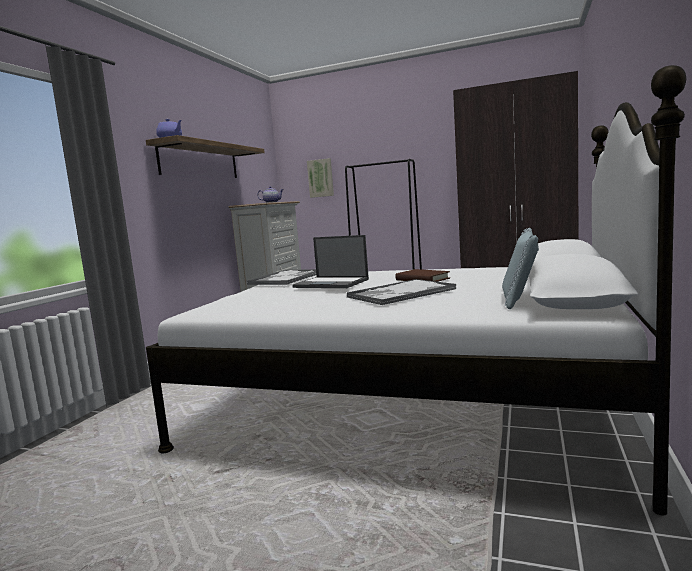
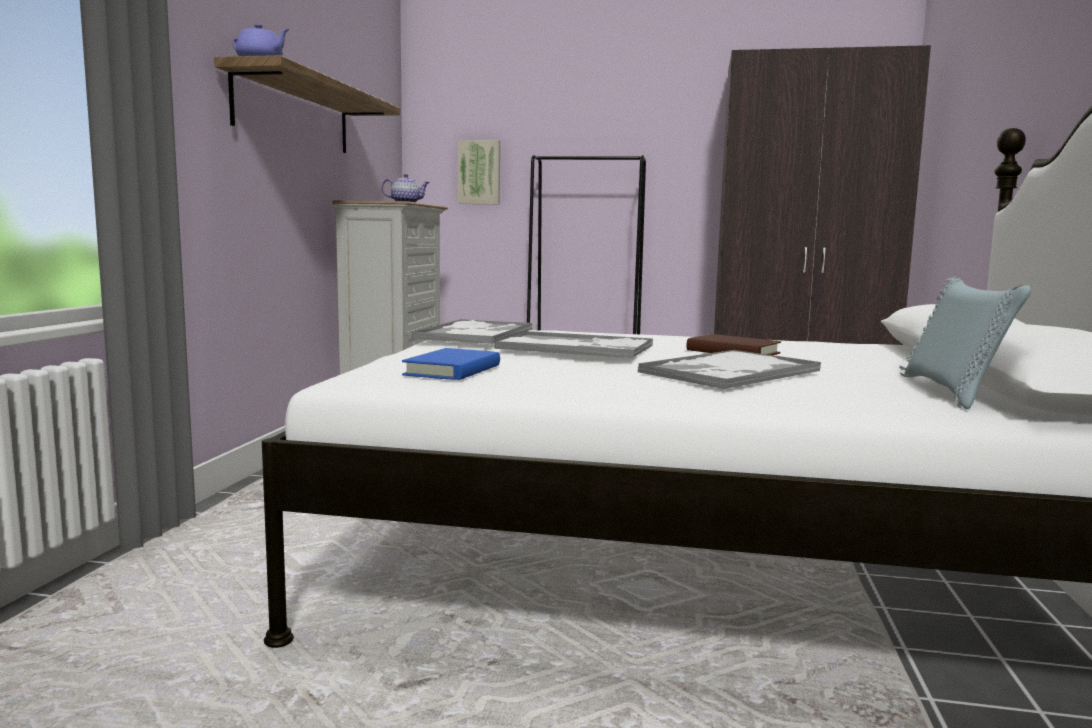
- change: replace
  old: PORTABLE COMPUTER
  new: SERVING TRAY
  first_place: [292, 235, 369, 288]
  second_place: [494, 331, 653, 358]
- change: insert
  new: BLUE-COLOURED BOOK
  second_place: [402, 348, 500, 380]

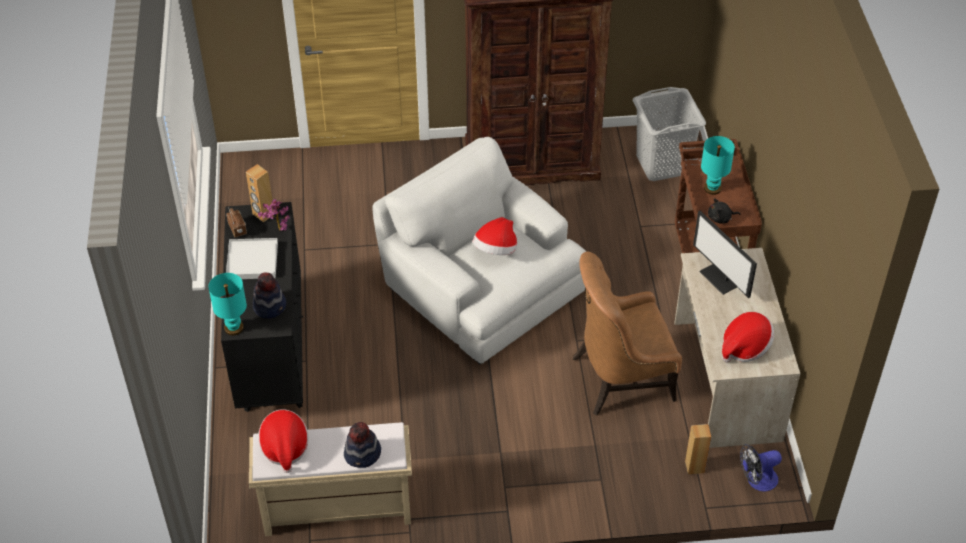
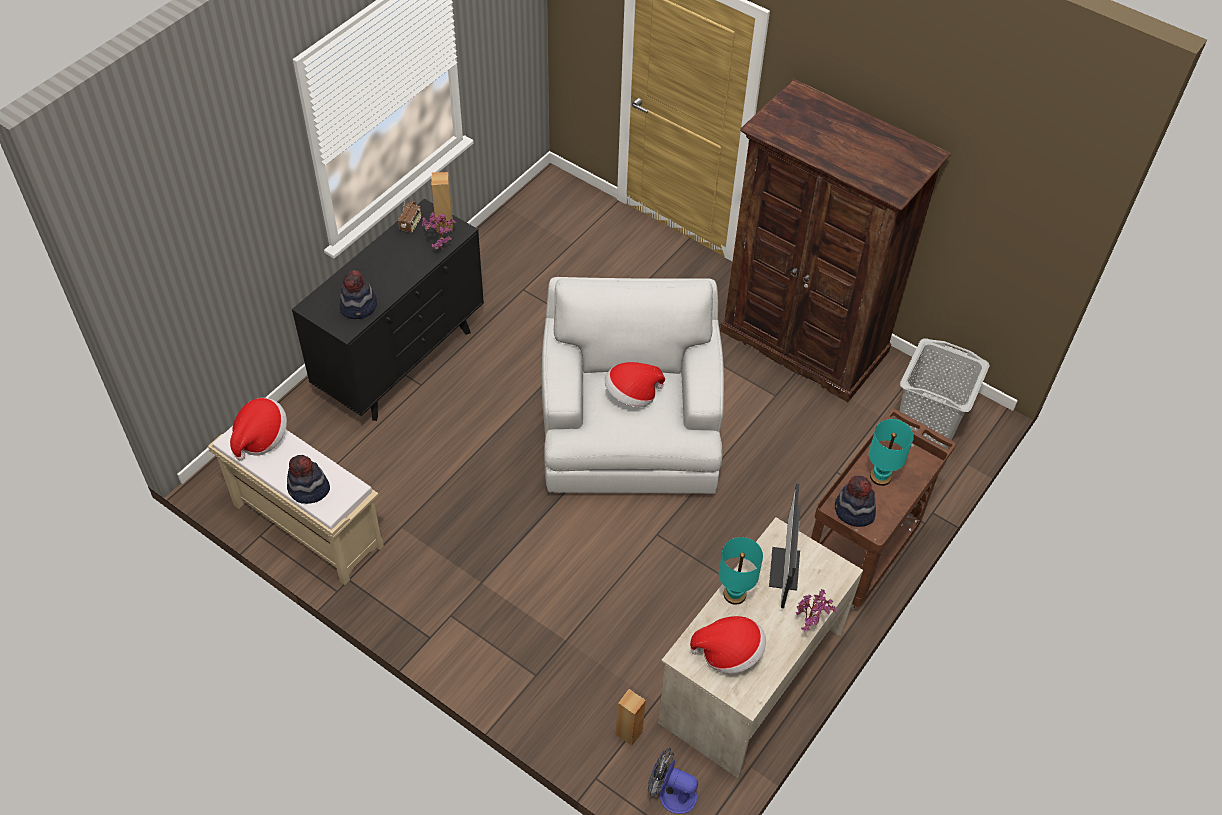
- change: move
  old: TURQUOISE-COLOURED TABLETOP LAMP
  first_place: [208, 273, 247, 335]
  second_place: [719, 537, 763, 605]
- change: delete
  old: WHITE SERVING TRAY
  first_place: [226, 238, 278, 279]
- change: delete
  old: BROWNISH PLAIN CHAIR
  first_place: [573, 252, 682, 416]
- change: replace
  old: BLACKISH SOFT TOY
  new: WEARABLE HAT
  first_place: [708, 198, 740, 223]
  second_place: [835, 476, 876, 527]
- change: insert
  new: HOUSEPLANT
  second_place: [796, 589, 837, 631]

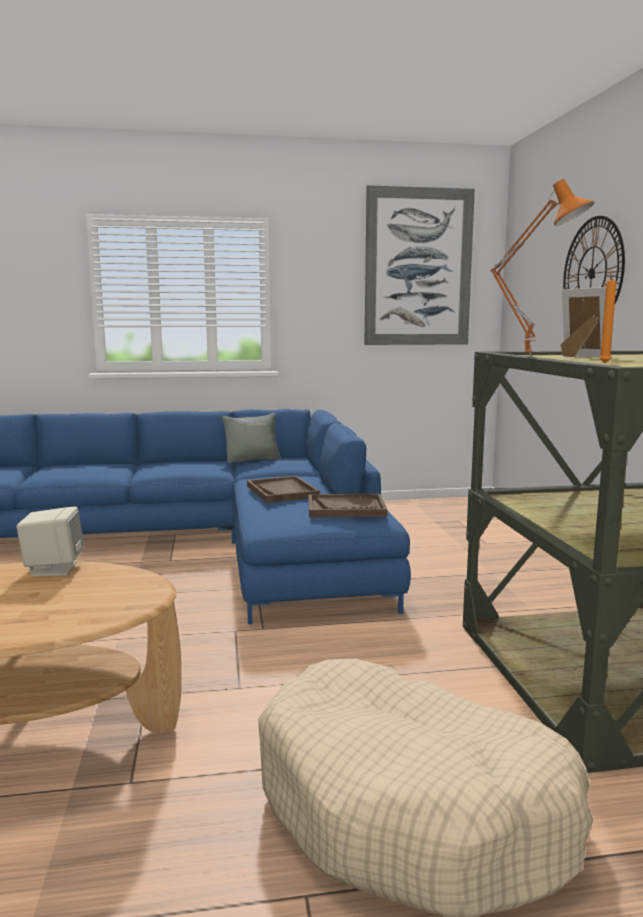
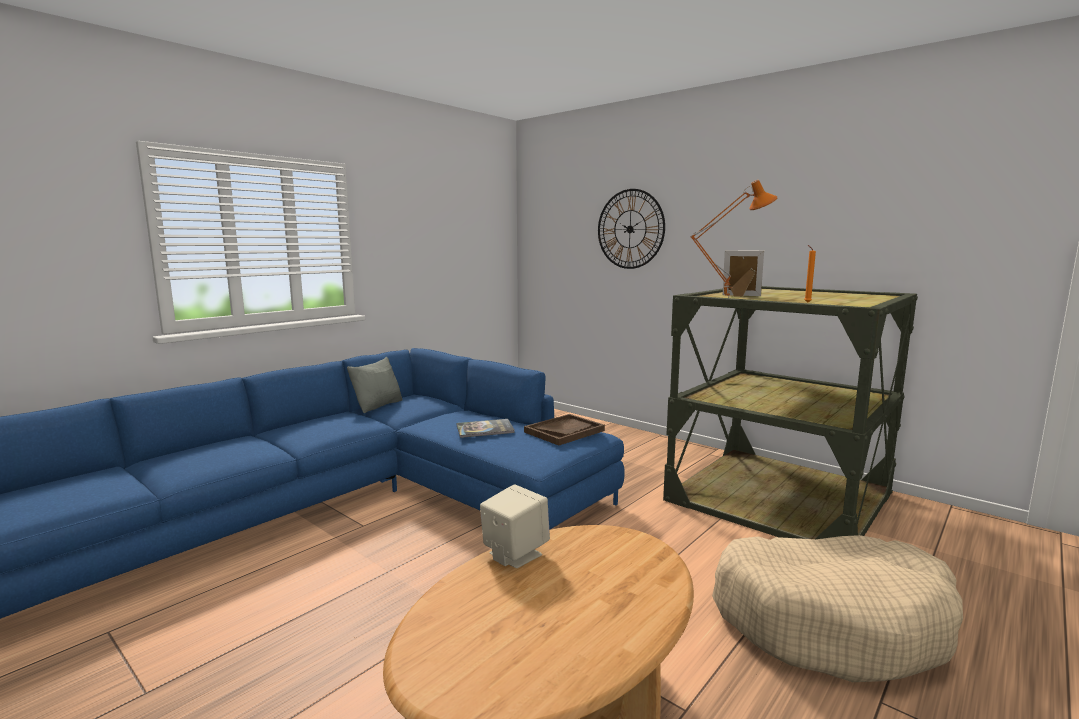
- change: replace
  old: BROWNISH SERVING TRAY
  new: BOOK
  first_place: [247, 476, 320, 503]
  second_place: [456, 419, 515, 438]
- change: delete
  old: PICTURE
  first_place: [364, 185, 475, 345]

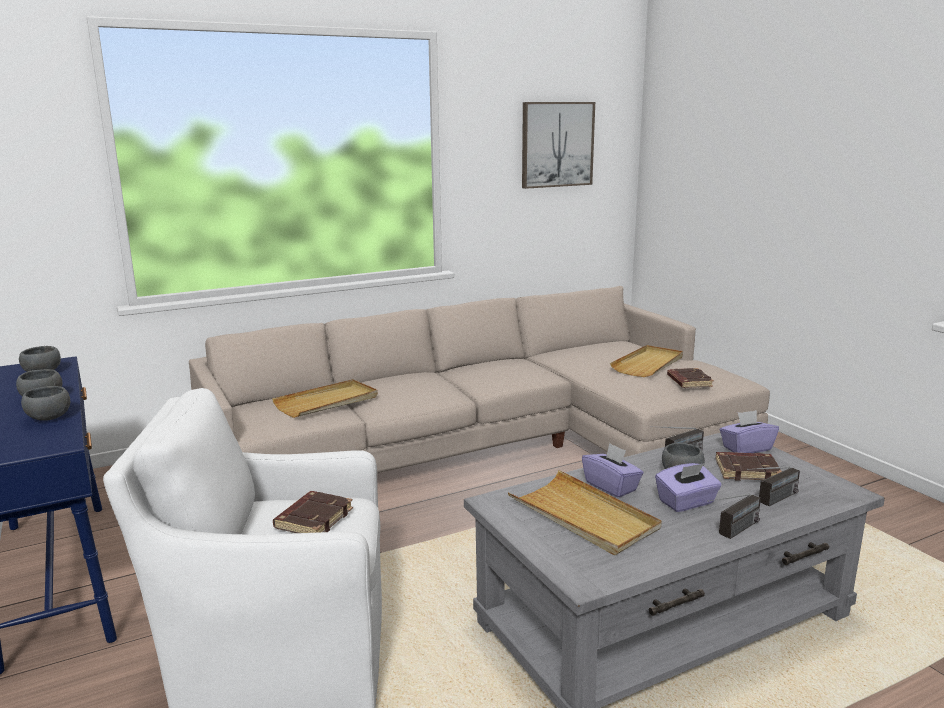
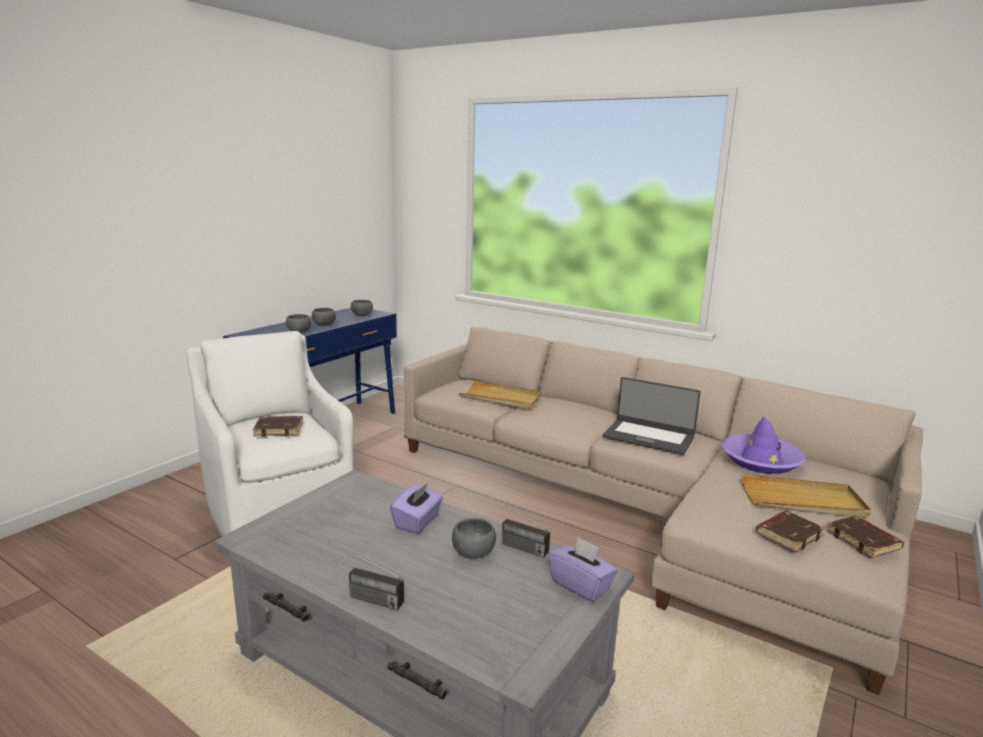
- change: delete
  old: BEIGE-COLOURED SERVING TRAY
  first_place: [508, 470, 662, 555]
- change: delete
  old: PICTURE
  first_place: [522, 102, 595, 189]
- change: delete
  old: PURPLE-COLOURED TISSUE BOX
  first_place: [655, 463, 722, 512]
- change: move
  old: BROWNISH BOOK
  first_place: [716, 452, 782, 481]
  second_place: [826, 516, 904, 558]
- change: delete
  old: RADIO
  first_place: [747, 466, 800, 506]
- change: insert
  new: PORTABLE COMPUTER
  second_place: [603, 377, 701, 455]
- change: insert
  new: PURPLE-COLOURED WEARABLE HAT
  second_place: [721, 417, 806, 474]

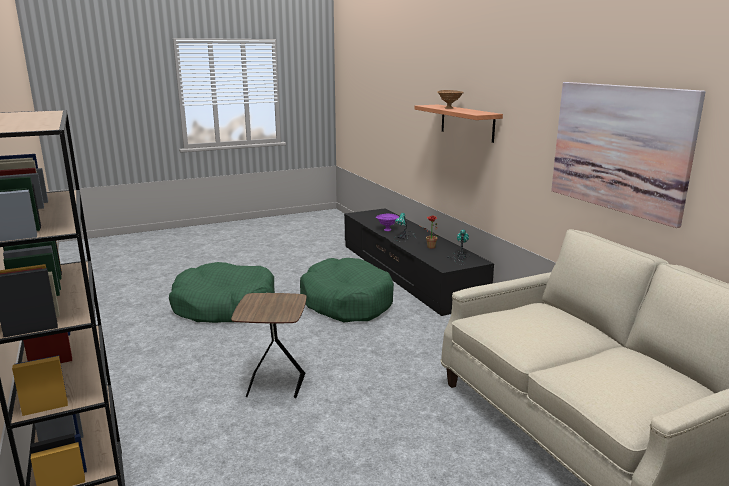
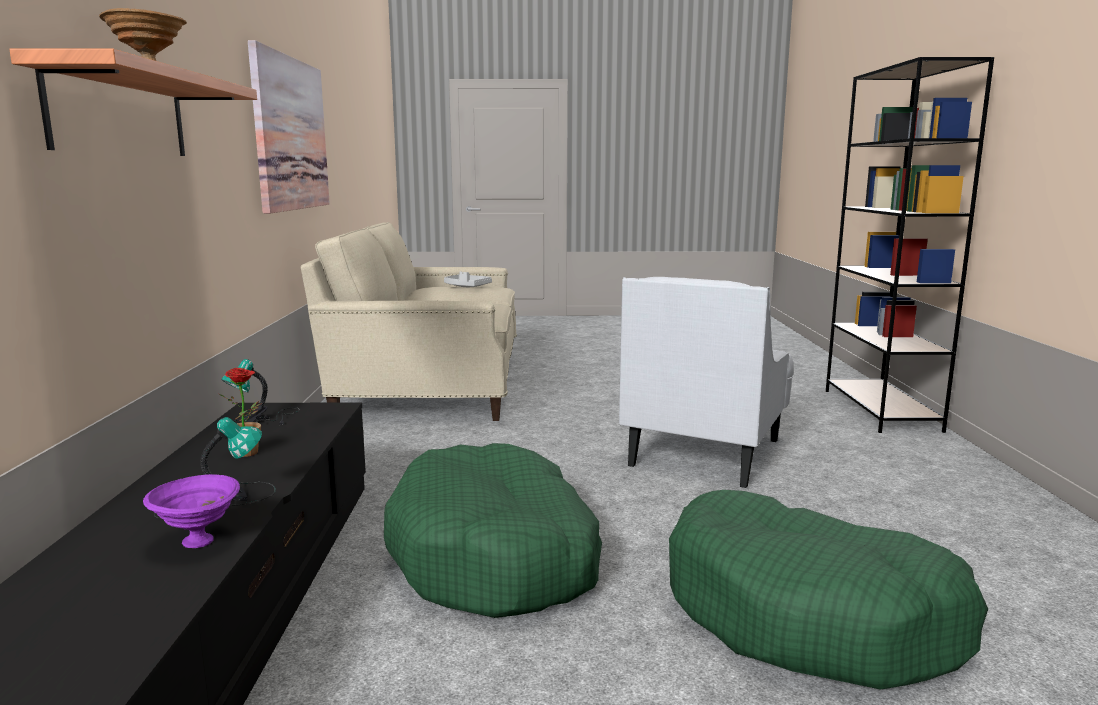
- change: replace
  old: BROWNISH ACCENT TABLE
  new: WHITE LOUNGE CHAIR
  first_place: [231, 293, 306, 398]
  second_place: [619, 277, 794, 488]
- change: insert
  new: GREYISH SERVING TRAY
  second_place: [444, 272, 492, 287]

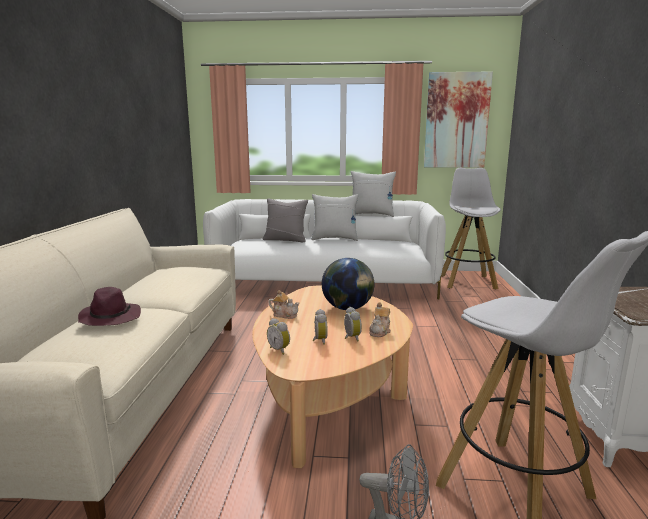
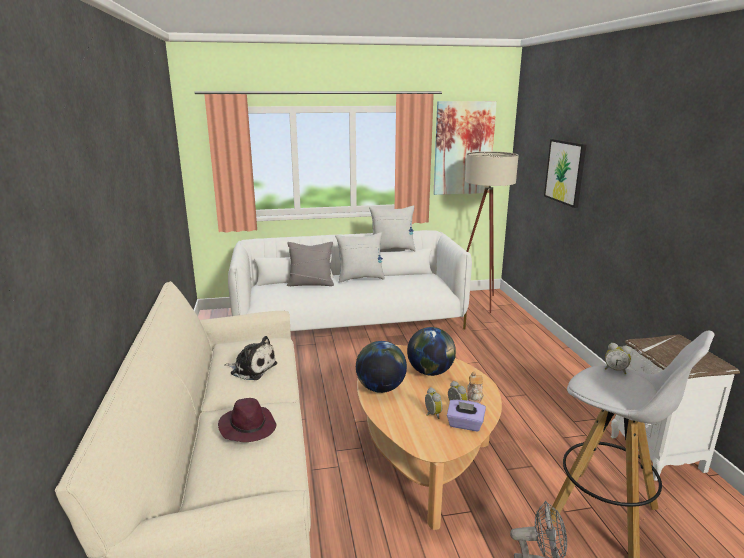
- change: move
  old: TABLE CLOCK
  first_place: [267, 318, 290, 355]
  second_place: [605, 343, 631, 374]
- change: replace
  old: TEAPOT
  new: DESK GLOBE
  first_place: [268, 290, 299, 319]
  second_place: [356, 341, 407, 393]
- change: replace
  old: WHITE STOOL
  new: BEIGE-COLOURED FLOOR LAMP
  first_place: [441, 168, 501, 289]
  second_place: [465, 151, 519, 313]
- change: insert
  new: SOFT TOY
  second_place: [224, 336, 277, 380]
- change: insert
  new: PURPLE-COLOURED TISSUE BOX
  second_place: [447, 400, 486, 431]
- change: insert
  new: PICTURE
  second_place: [544, 139, 586, 208]

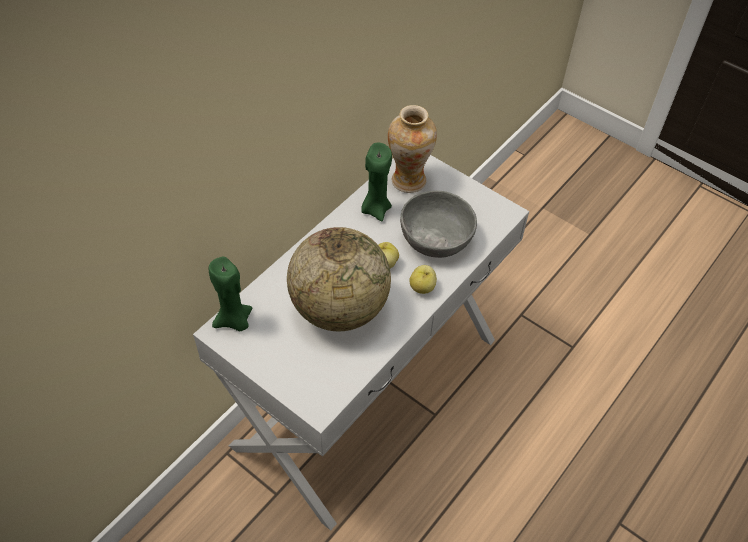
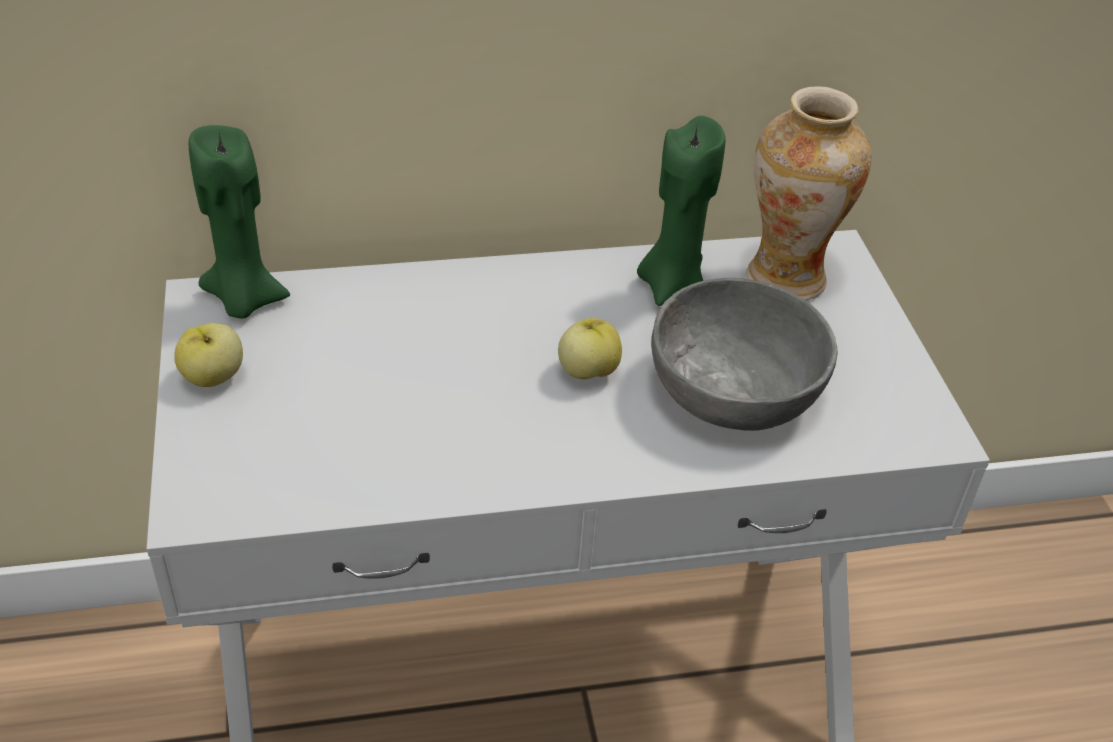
- change: delete
  old: DESK GLOBE
  first_place: [287, 227, 391, 331]
- change: move
  old: APPLE
  first_place: [409, 265, 437, 294]
  second_place: [174, 323, 243, 387]

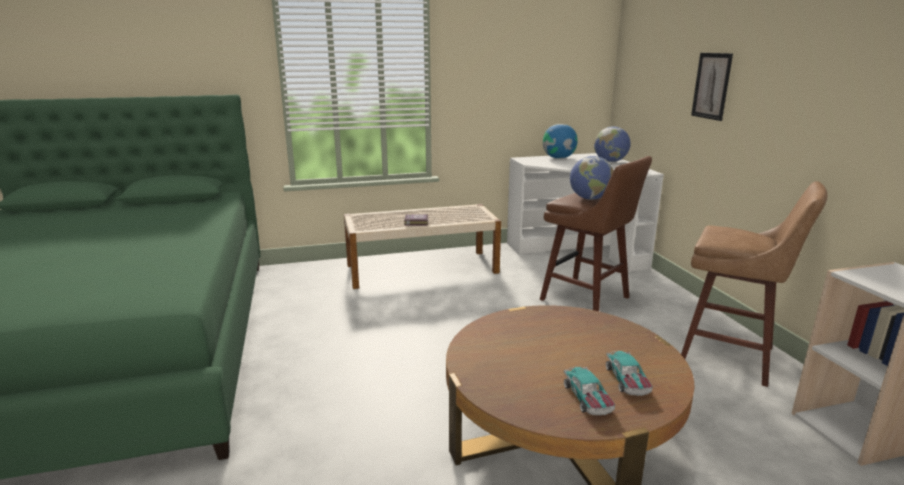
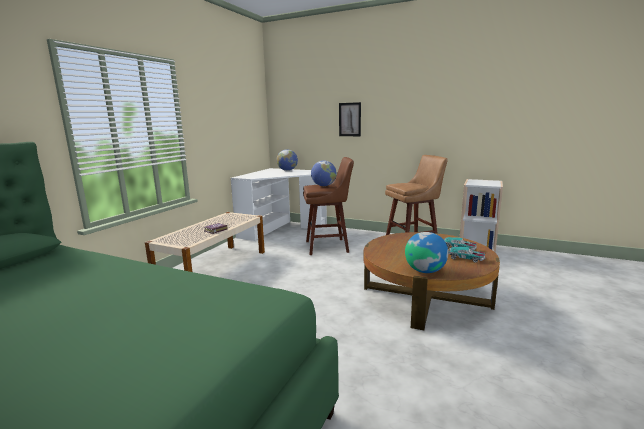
- change: move
  old: DESK GLOBE
  first_place: [543, 124, 578, 159]
  second_place: [405, 232, 448, 273]

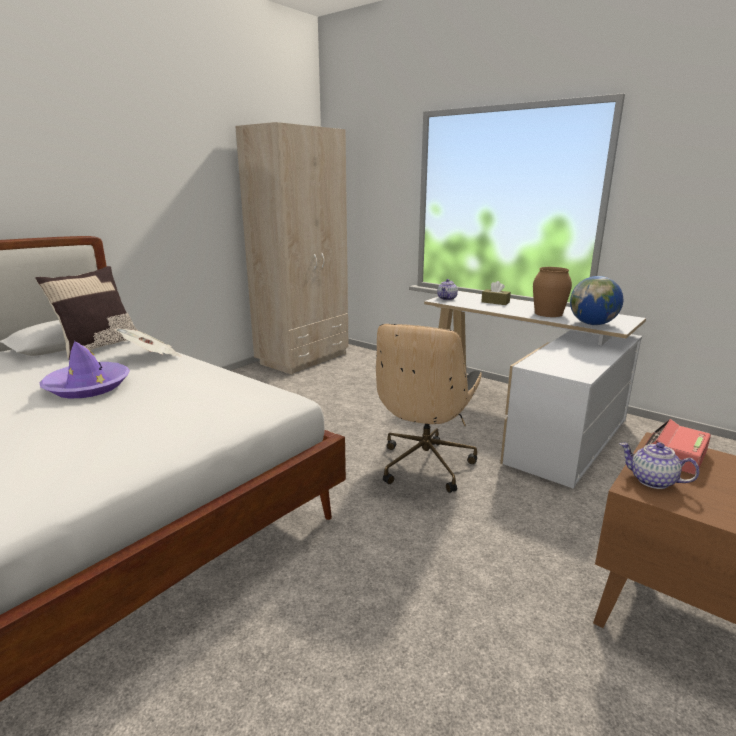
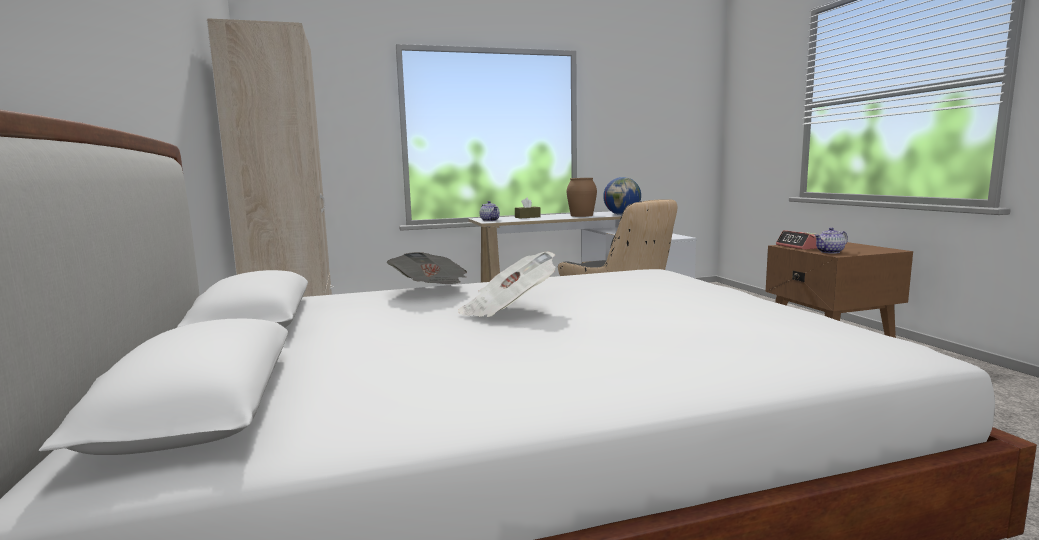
- change: delete
  old: PILLOW
  first_place: [35, 266, 138, 360]
- change: replace
  old: PURPLE-COLOURED WEARABLE HAT
  new: NEWSPAPER
  first_place: [40, 341, 130, 398]
  second_place: [458, 252, 556, 317]

